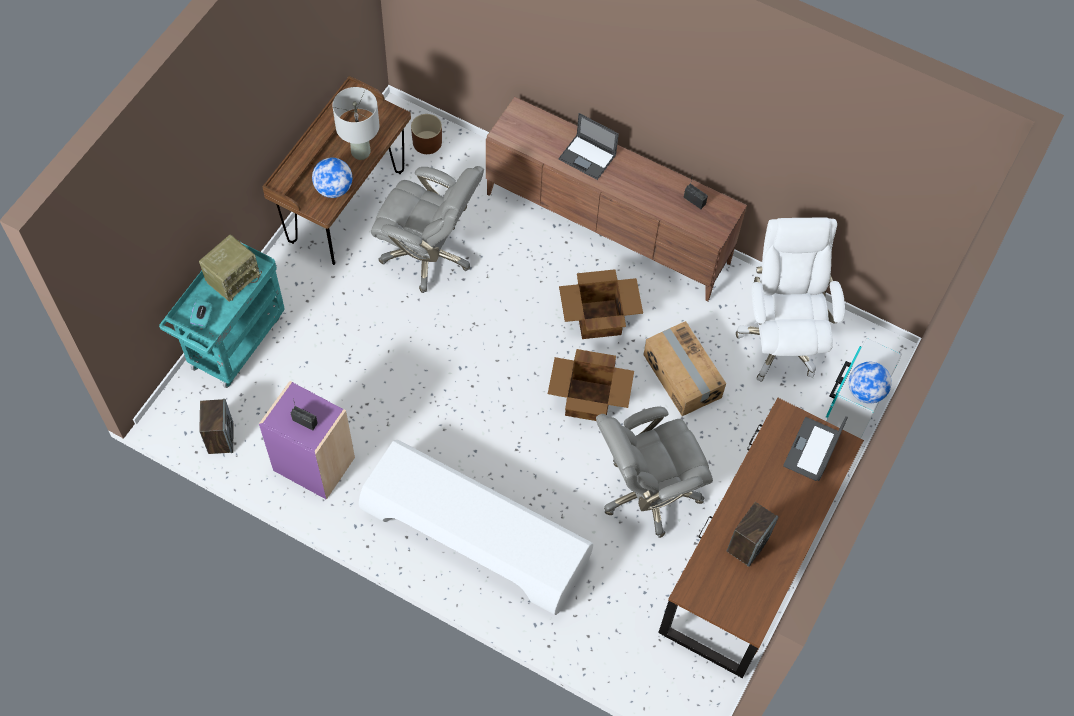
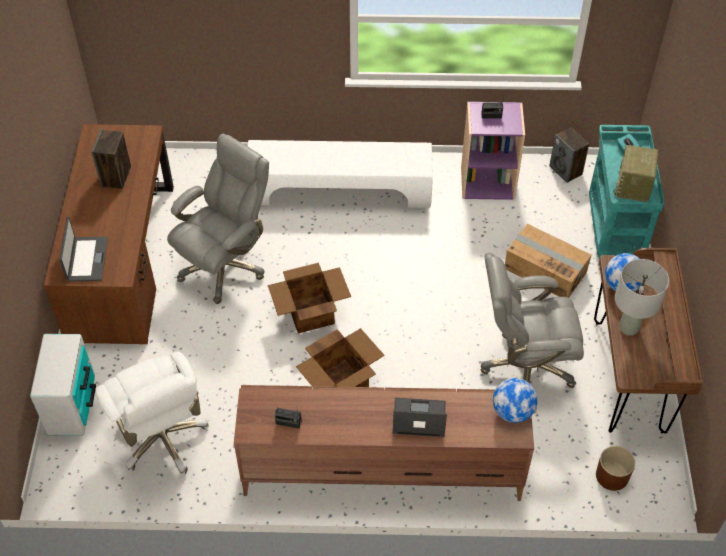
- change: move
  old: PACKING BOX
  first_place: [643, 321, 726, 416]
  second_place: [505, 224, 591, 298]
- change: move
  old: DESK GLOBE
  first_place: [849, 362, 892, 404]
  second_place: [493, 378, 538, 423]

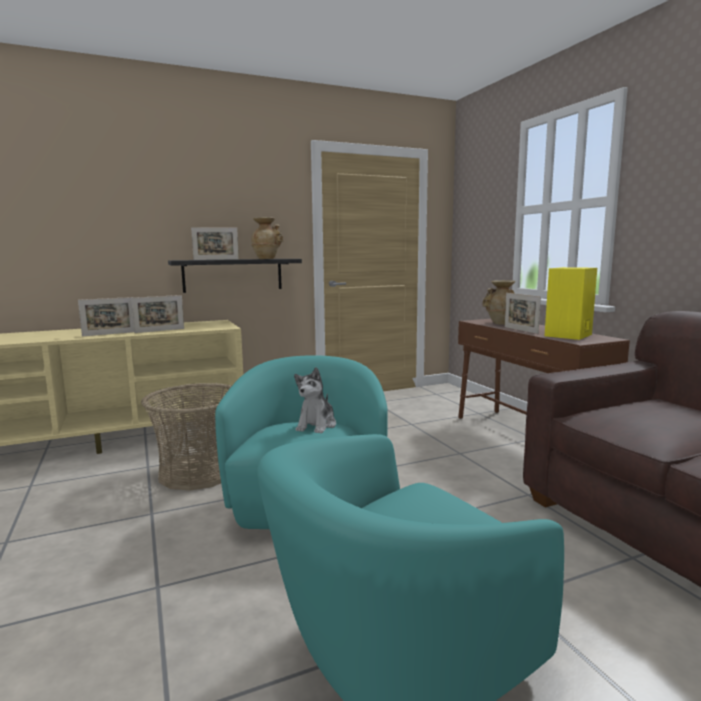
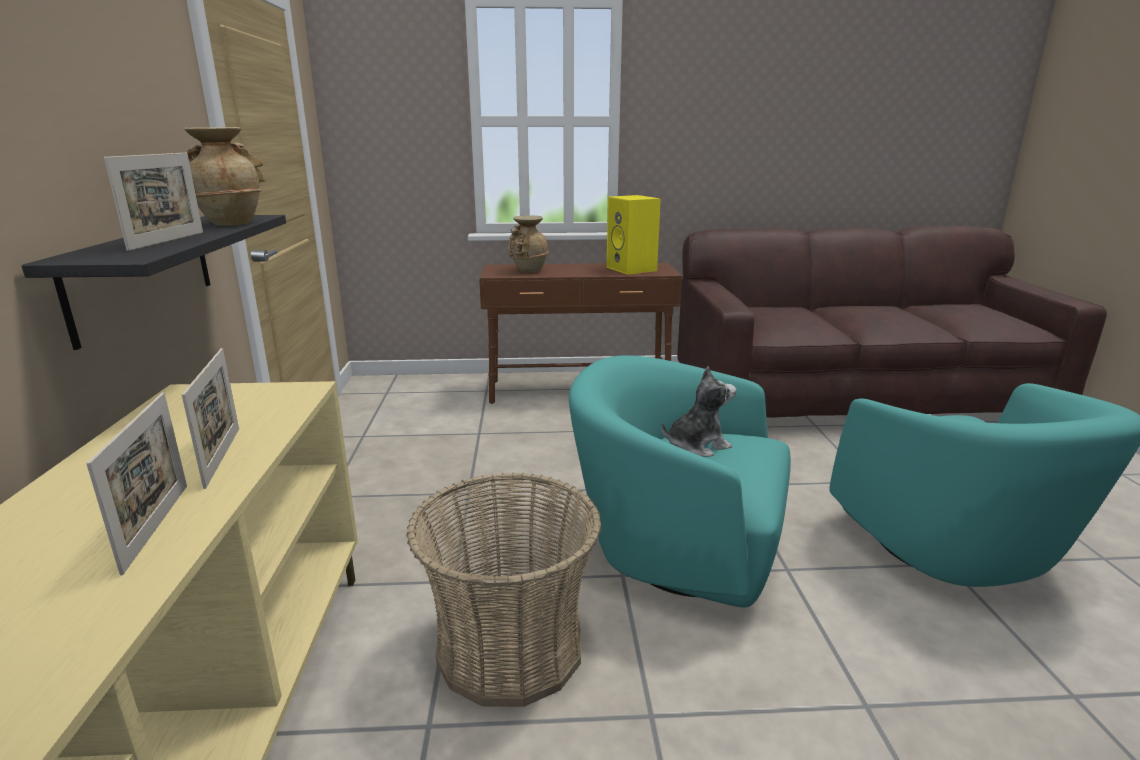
- change: rotate
  old: SOFT TOY
  first_place: [294, 367, 336, 433]
  second_place: [661, 366, 736, 457]
  degrees: -60
- change: delete
  old: PHOTO FRAME
  first_place: [505, 293, 541, 334]

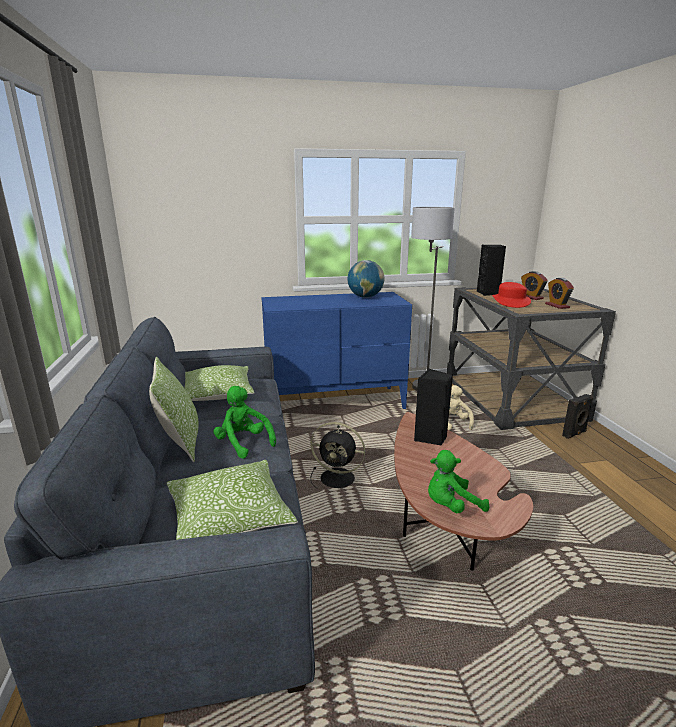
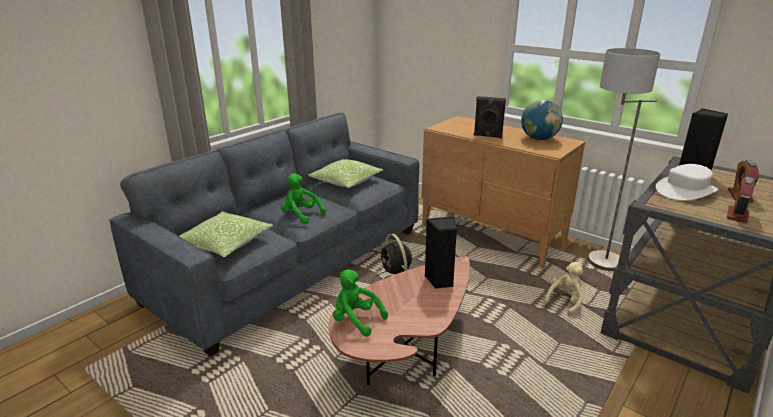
- change: delete
  old: PILLOW
  first_place: [149, 357, 199, 462]
- change: rotate
  old: GREEN-COLOURED SOFT TOY
  first_place: [213, 386, 276, 459]
  second_place: [281, 173, 326, 224]
  degrees: -60
- change: recolor
  old: BLUE-COLOURED CABINET
  new: BROWNISH CABINET
  first_place: [261, 292, 412, 409]
  second_place: [422, 116, 586, 269]
- change: recolor
  old: REDDISH WEARABLE HAT
  new: WHITE WEARABLE HAT
  first_place: [492, 282, 531, 308]
  second_place: [656, 164, 718, 201]
- change: move
  old: BLACKISH LOUDSPEAKER
  first_place: [562, 394, 593, 439]
  second_place: [474, 96, 506, 138]

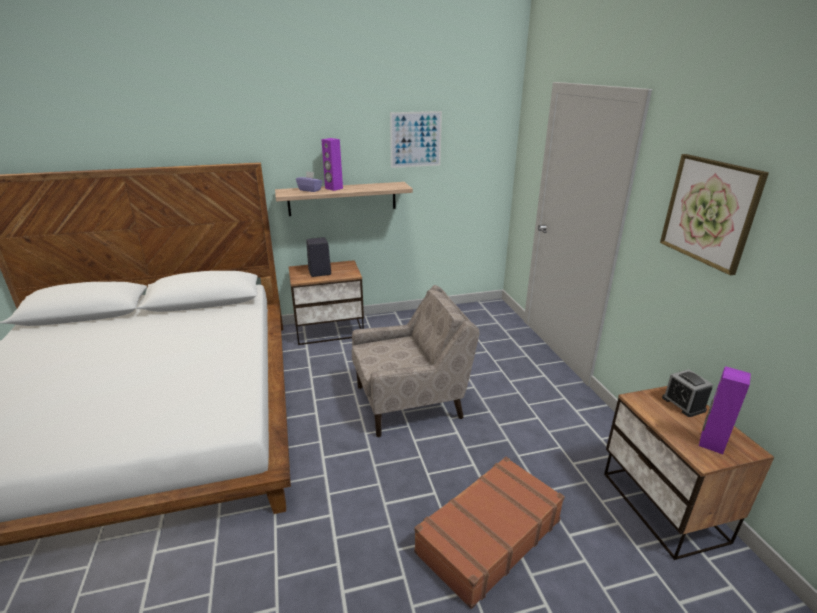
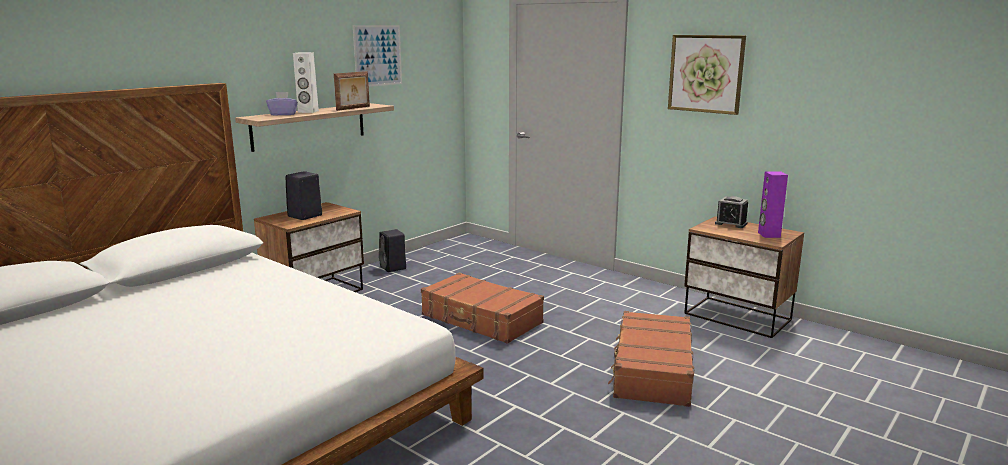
- change: recolor
  old: PURPLE-COLOURED LOUDSPEAKER
  new: WHITE LOUDSPEAKER
  first_place: [321, 138, 343, 191]
  second_place: [293, 53, 319, 113]
- change: replace
  old: BEIGE-COLOURED LOUNGE CHAIR
  new: BROWNISH TRAVEL CASE
  first_place: [352, 285, 480, 437]
  second_place: [421, 273, 544, 344]
- change: insert
  new: PHOTO FRAME
  second_place: [334, 71, 370, 111]
- change: insert
  new: BLACKISH LOUDSPEAKER
  second_place: [379, 229, 406, 272]

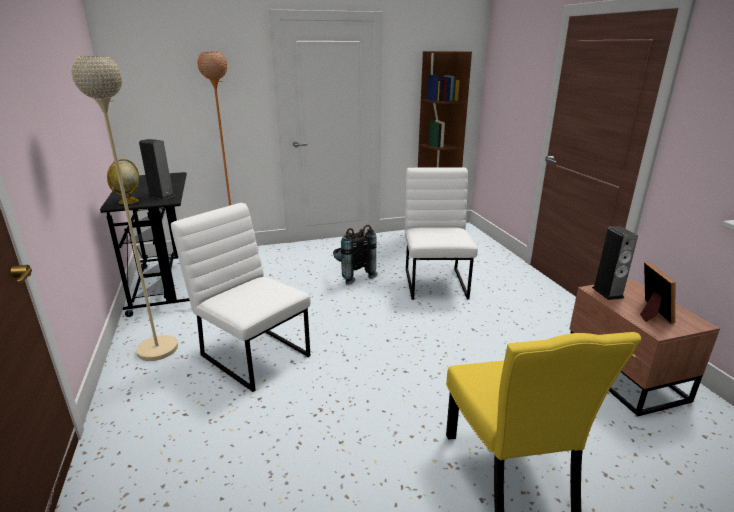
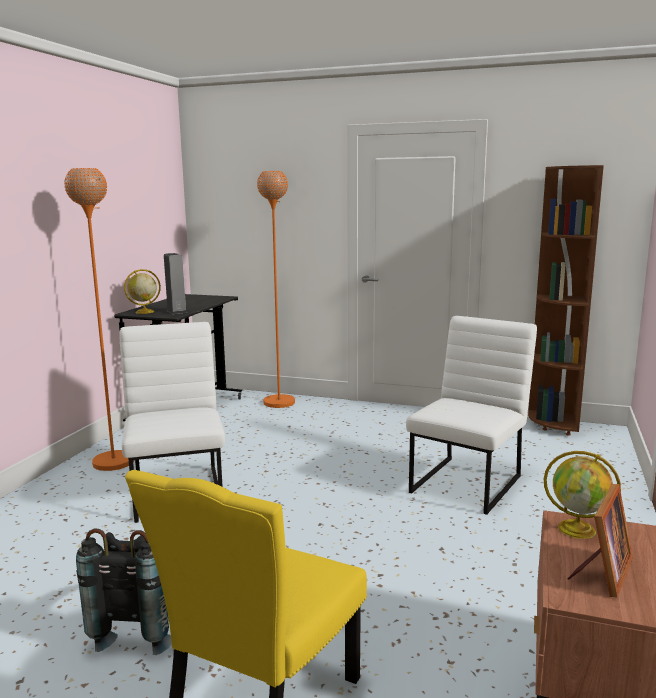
- change: recolor
  old: BEIGE-COLOURED FLOOR LAMP
  new: ORANGE-COLOURED FLOOR LAMP
  first_place: [71, 56, 178, 361]
  second_place: [64, 168, 134, 471]
- change: move
  old: BLACKISH KNAPSACK
  first_place: [333, 225, 378, 285]
  second_place: [76, 528, 172, 655]
- change: replace
  old: LOUDSPEAKER
  new: DESK GLOBE
  first_place: [592, 226, 638, 300]
  second_place: [544, 451, 621, 539]

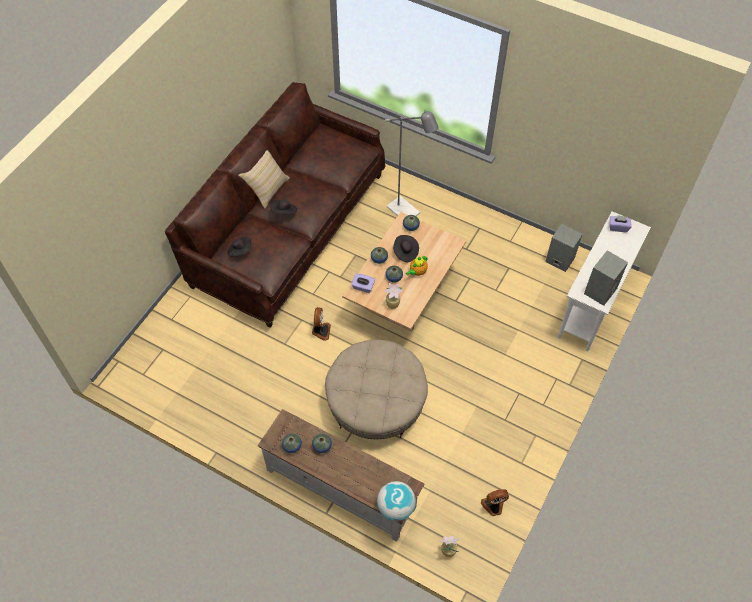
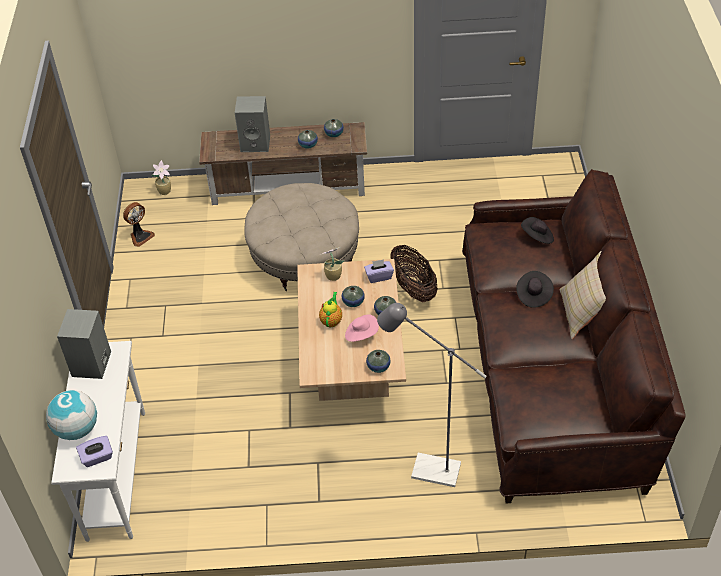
- change: replace
  old: FAN
  new: BASKET
  first_place: [312, 307, 331, 341]
  second_place: [391, 245, 438, 302]
- change: move
  old: DESK GLOBE
  first_place: [377, 481, 416, 521]
  second_place: [46, 390, 97, 440]
- change: recolor
  old: BLACKISH WEARABLE HAT
  new: PINK-COLOURED WEARABLE HAT
  first_place: [393, 235, 419, 262]
  second_place: [345, 314, 379, 342]
- change: move
  old: GREYISH LOUDSPEAKER
  first_place: [545, 224, 583, 272]
  second_place: [235, 96, 270, 152]

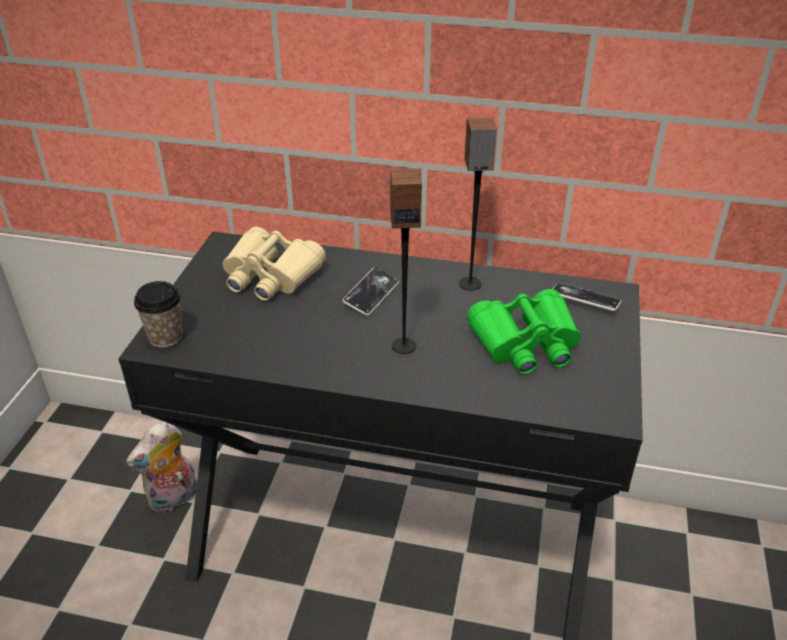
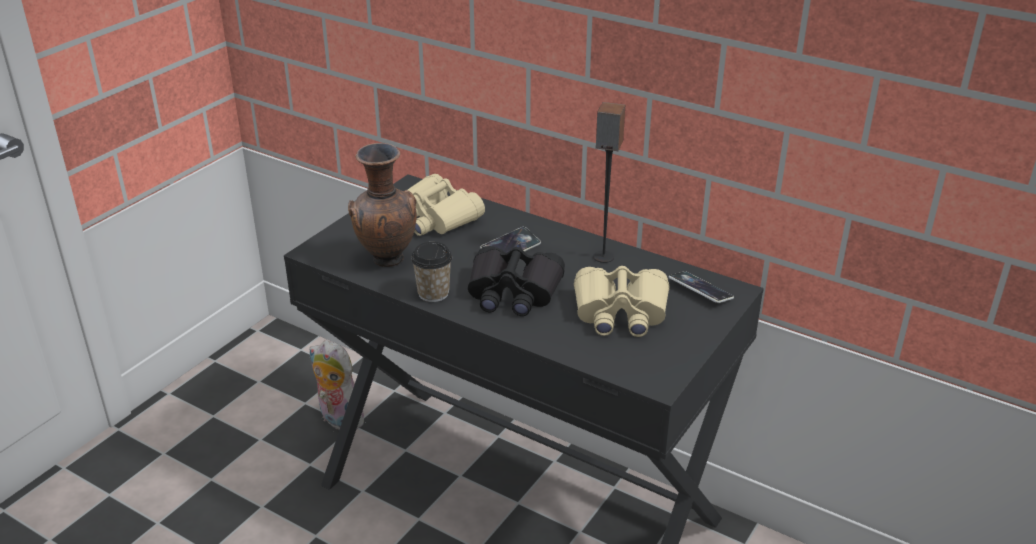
- change: rotate
  old: SOFT TOY
  first_place: [126, 421, 197, 514]
  second_place: [309, 340, 364, 430]
  degrees: 60
- change: move
  old: CUP
  first_place: [134, 281, 183, 347]
  second_place: [411, 242, 452, 302]
- change: replace
  old: LOUDSPEAKER
  new: BLACKISH FIELD GLASSES
  first_place: [390, 169, 422, 354]
  second_place: [468, 246, 565, 316]
- change: recolor
  old: GREEN-COLOURED FIELD GLASSES
  new: BEIGE-COLOURED FIELD GLASSES
  first_place: [467, 289, 580, 374]
  second_place: [574, 266, 670, 337]
- change: insert
  new: BROWNISH FLOWER VASE
  second_place: [348, 143, 417, 267]

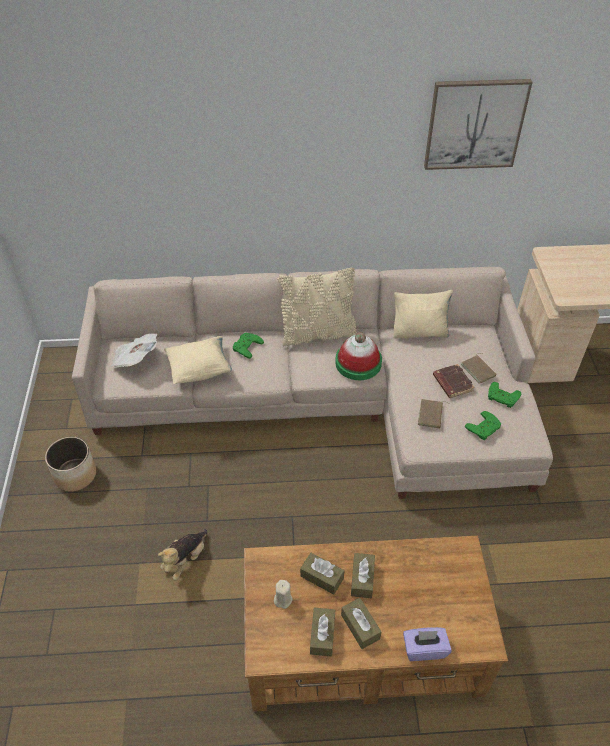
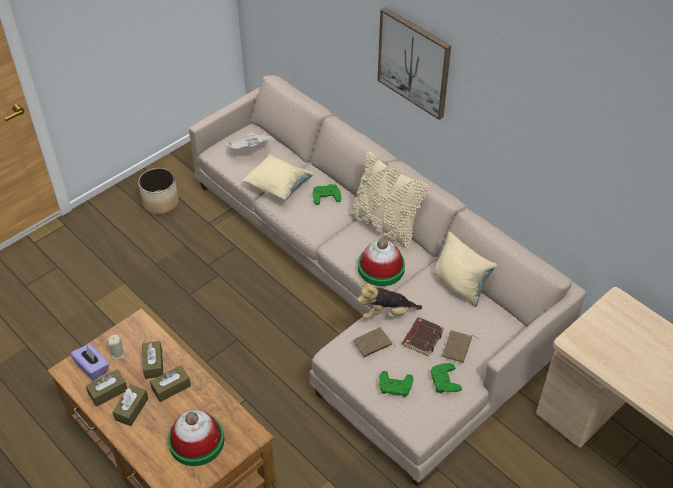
- change: move
  old: SOFT TOY
  first_place: [158, 529, 207, 580]
  second_place: [357, 283, 422, 319]
- change: move
  old: PURPLE-COLOURED TISSUE BOX
  first_place: [403, 627, 452, 661]
  second_place: [71, 344, 109, 381]
- change: move
  old: PICTURE
  first_place: [424, 79, 533, 170]
  second_place: [378, 7, 451, 120]
- change: insert
  new: WEARABLE HAT
  second_place: [168, 410, 224, 466]

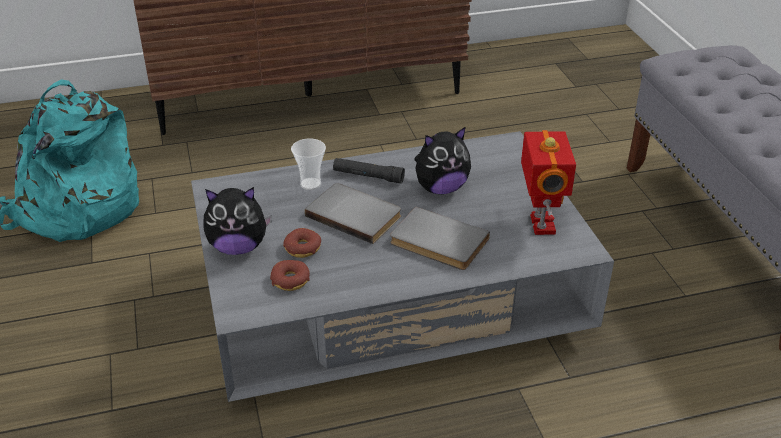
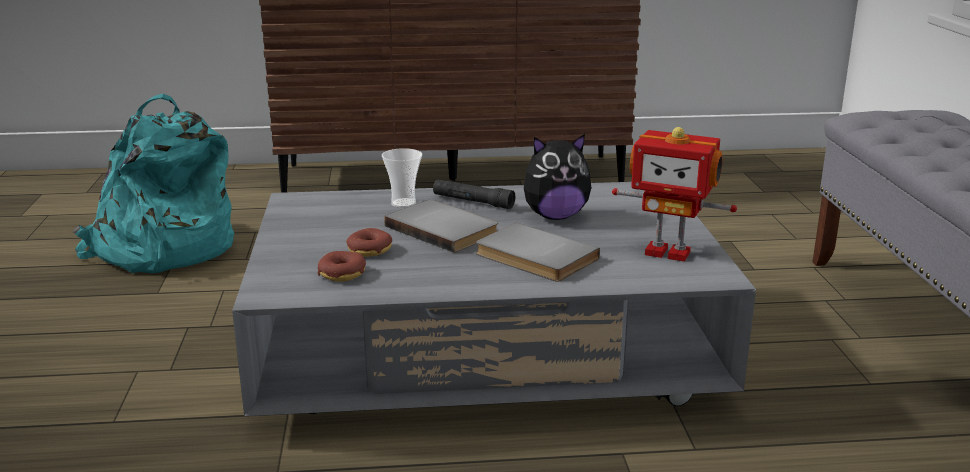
- change: delete
  old: SOFT TOY
  first_place: [203, 187, 272, 255]
- change: rotate
  old: MODEL ROBOT
  first_place: [521, 130, 576, 235]
  second_place: [612, 127, 737, 262]
  degrees: 105

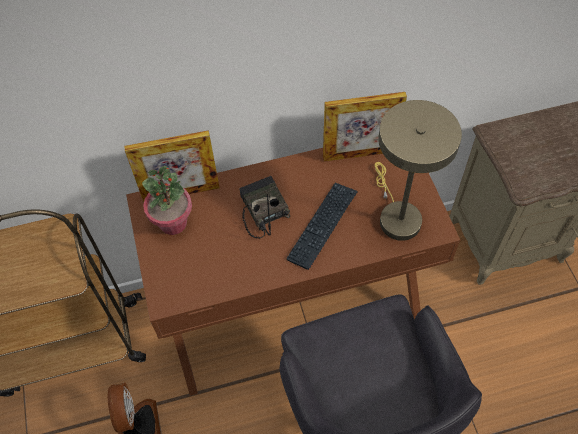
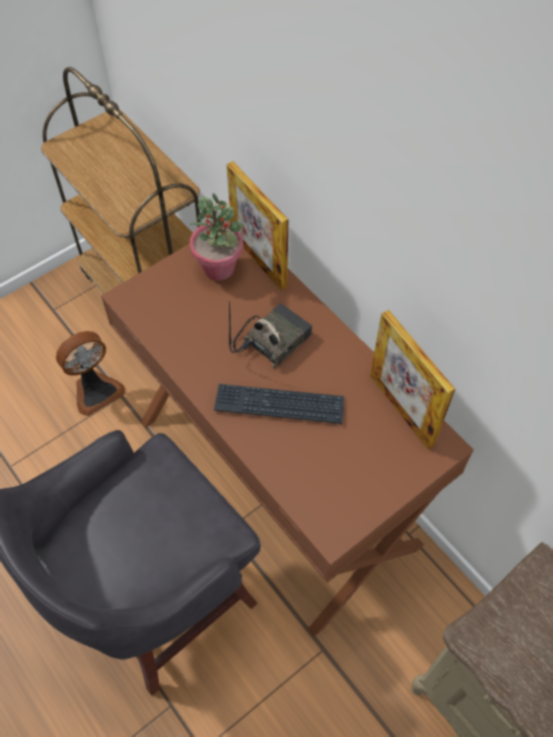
- change: delete
  old: BEIGE-COLOURED TABLETOP LAMP
  first_place: [375, 100, 462, 241]

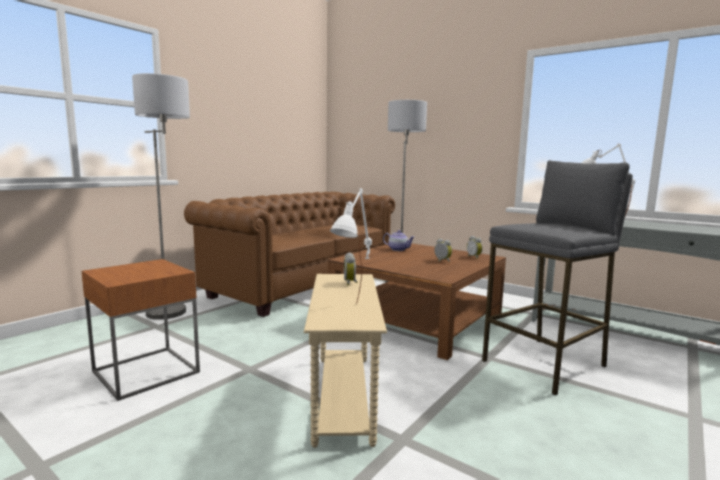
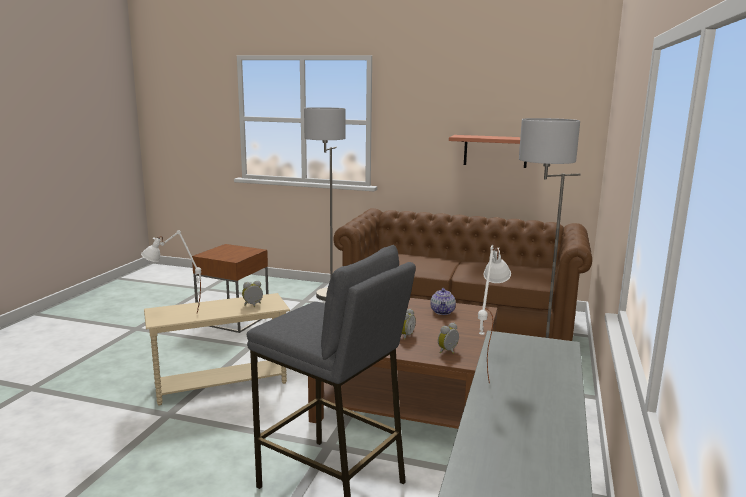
- change: insert
  new: BRACKET SHELF
  second_place: [449, 135, 527, 168]

